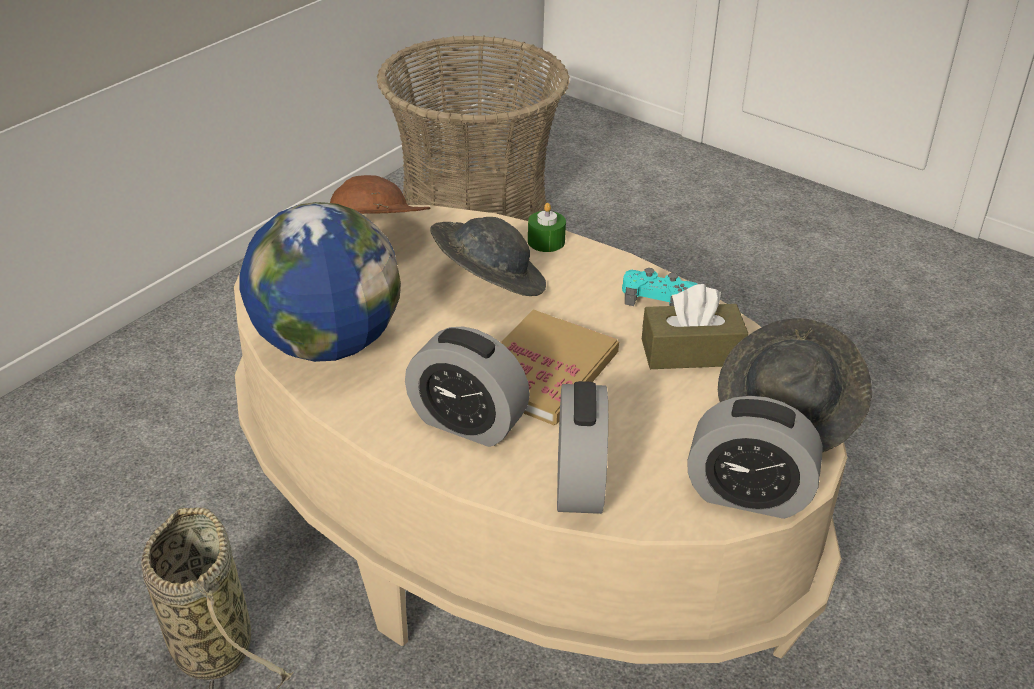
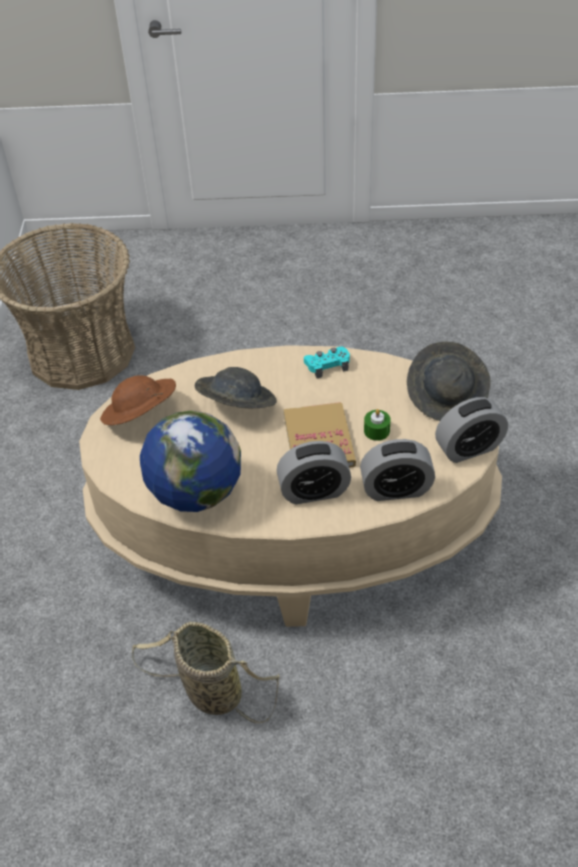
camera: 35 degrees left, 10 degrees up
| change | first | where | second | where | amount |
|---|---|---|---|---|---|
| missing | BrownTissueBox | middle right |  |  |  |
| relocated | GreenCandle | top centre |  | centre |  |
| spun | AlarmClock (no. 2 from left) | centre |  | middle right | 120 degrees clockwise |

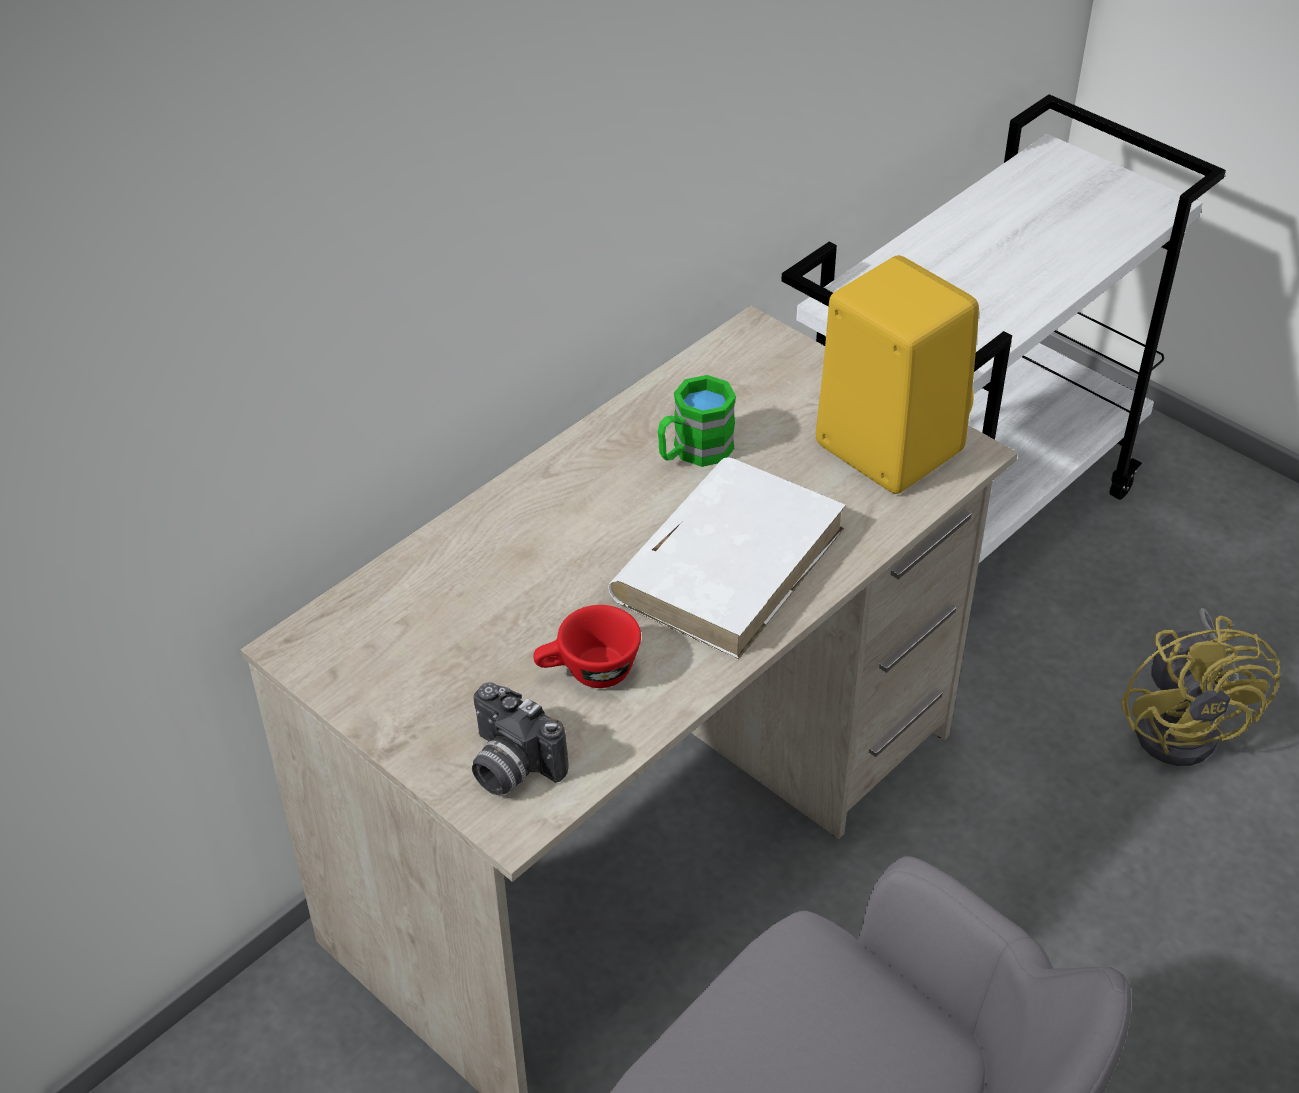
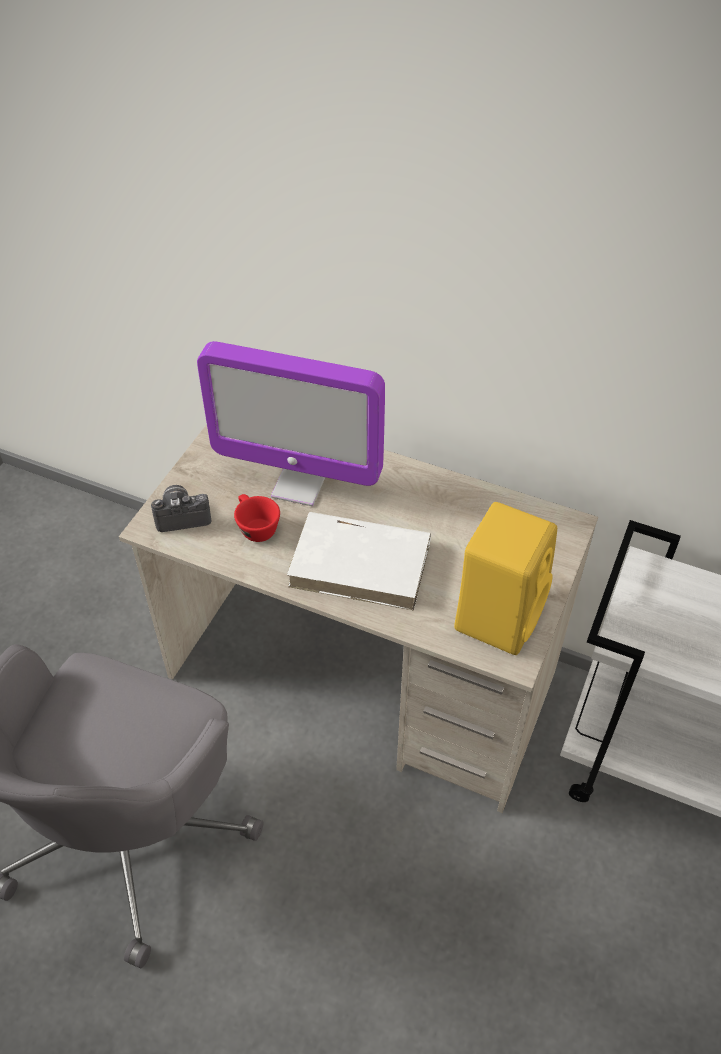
camera: 70 degrees right, 5 degrees up
| change | first | where | second | where | amount |
|---|---|---|---|---|---|
| missing | GreenMug | centre |  |  |  |
| missing | YellowFan | middle right |  |  |  |
| appeared |  |  | Monitor | centre |  |
| spun | PhotoCamera | bottom centre |  | middle left | 60 degrees clockwise |

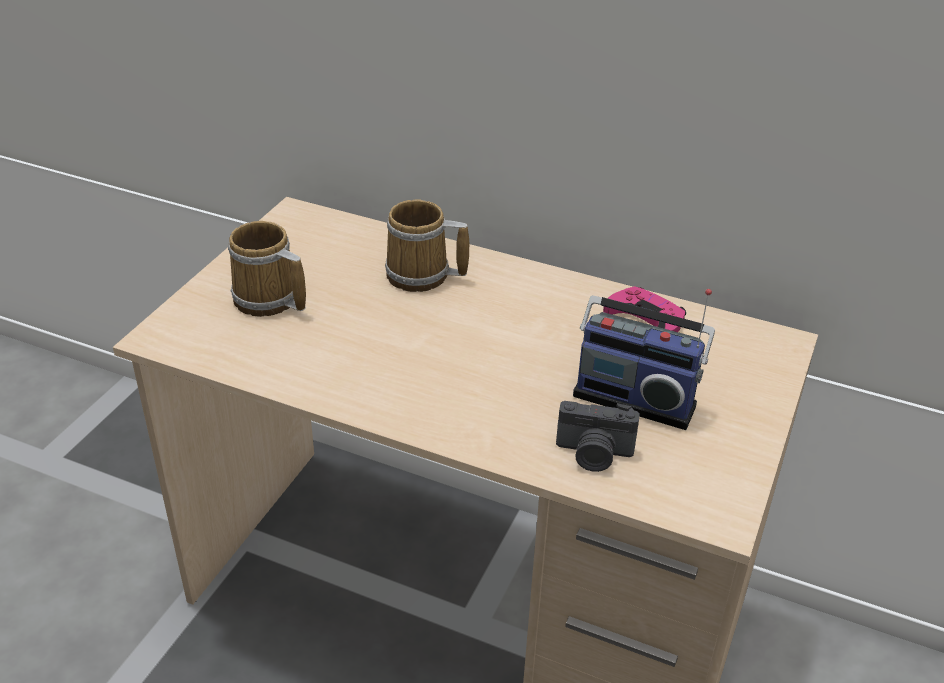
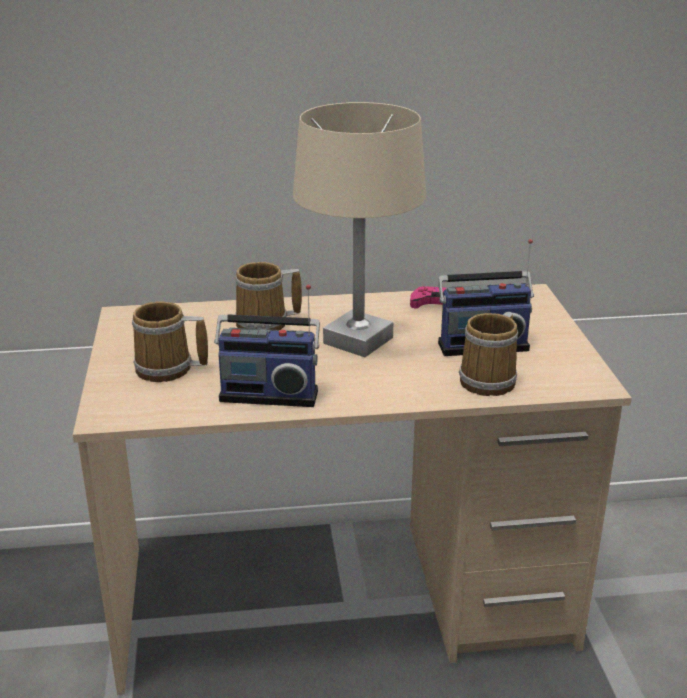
camera: 30 degrees left, 10 degrees down
| change | first | where | second | where | amount |
|---|---|---|---|---|---|
| appeared |  |  | Radio (no. 1 from left) | centre |  |
| appeared |  |  | BeigeTableLamp | top centre |  |
| exchanged | PhotoCamera | centre | Mug (no. 3 from left) | middle right |  |

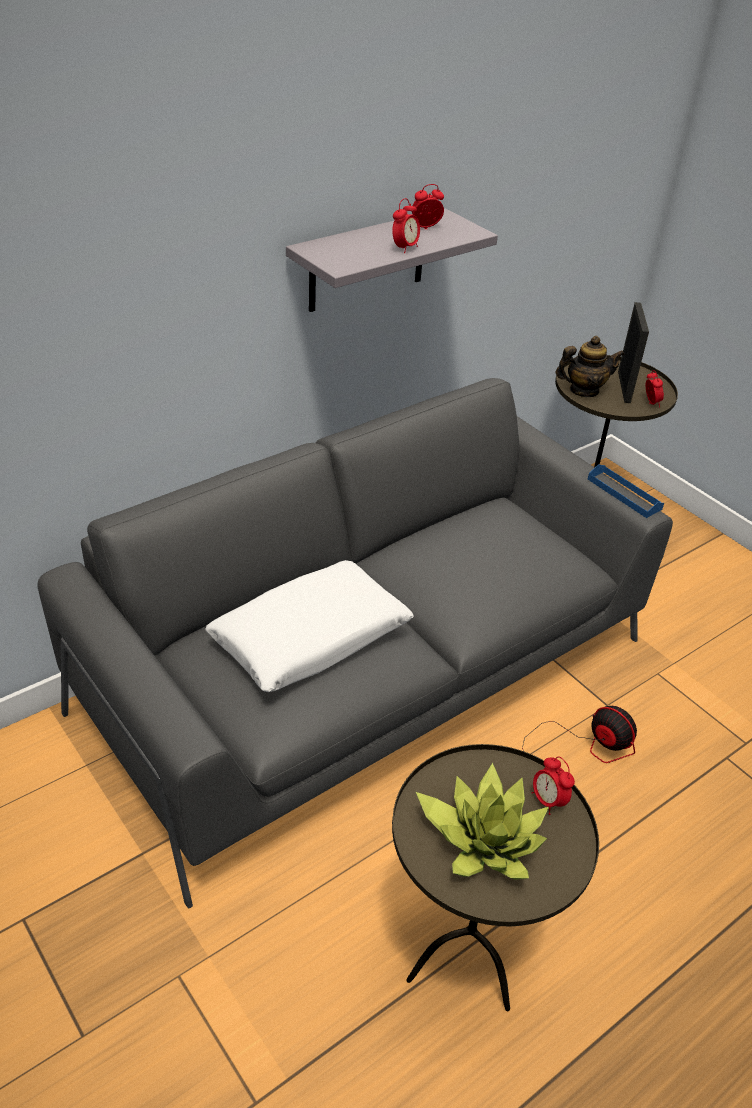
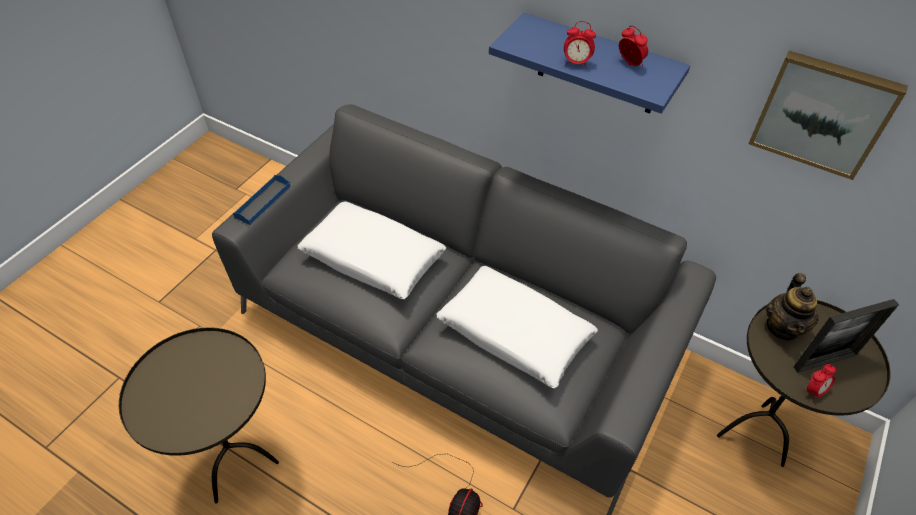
camera: 70 degrees right, 10 degrees up
| change | first | where | second | where | amount |
|---|---|---|---|---|---|
| missing | PottedPlant | bottom centre |  |  |  |
| missing | AlarmClock (no. 3 from left) | bottom right |  |  |  |
| appeared |  |  | WhitePillow (no. 2 from left) | centre |  |
| appeared |  |  | Picture | top right |  |
| relocated | BlueTray | middle right |  | middle left |  |
| colour | GreyShelf | top centre | BlueShelf | top centre |  |
| spun | Teapot | top right |  | middle right | 45 degrees clockwise |

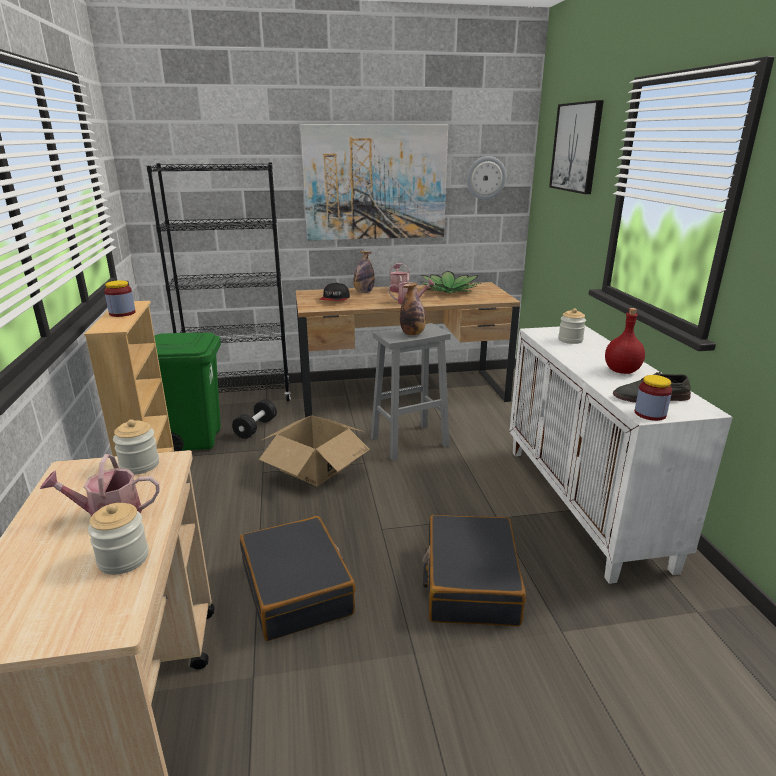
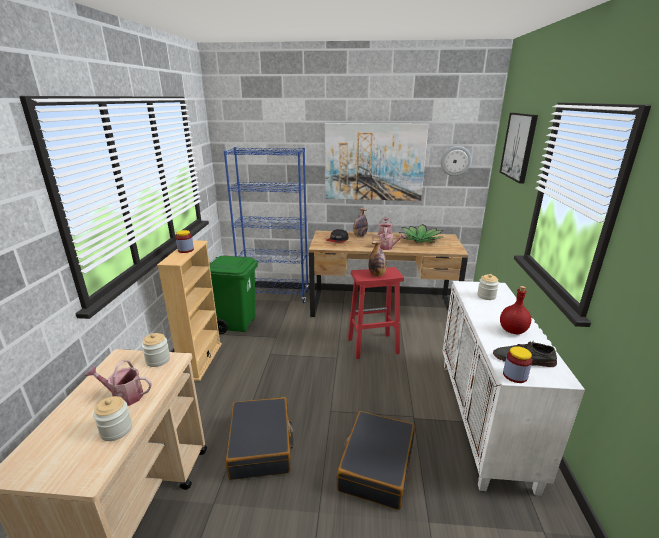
camera: 15 degrees right, 0 degrees up
| change | first | where | second | where | amount |
|---|---|---|---|---|---|
| missing | BlackDumbbell | middle left |  |  |  |
| missing | CardboardBox | centre |  |  |  |
| colour | BlackBookcase | middle left | BlueBookcase | centre |  |
| colour | GreyStool | centre | RedStool | centre |  |

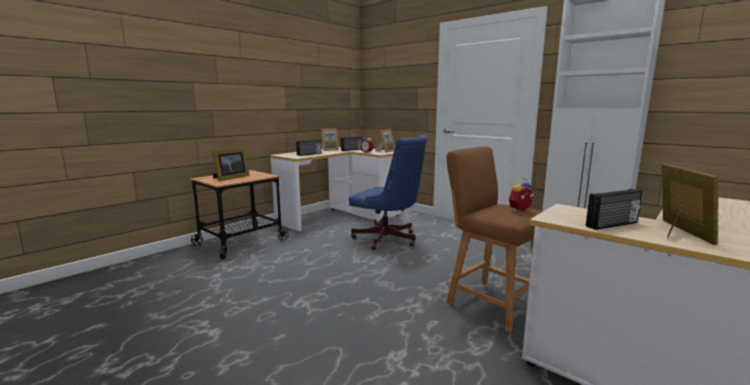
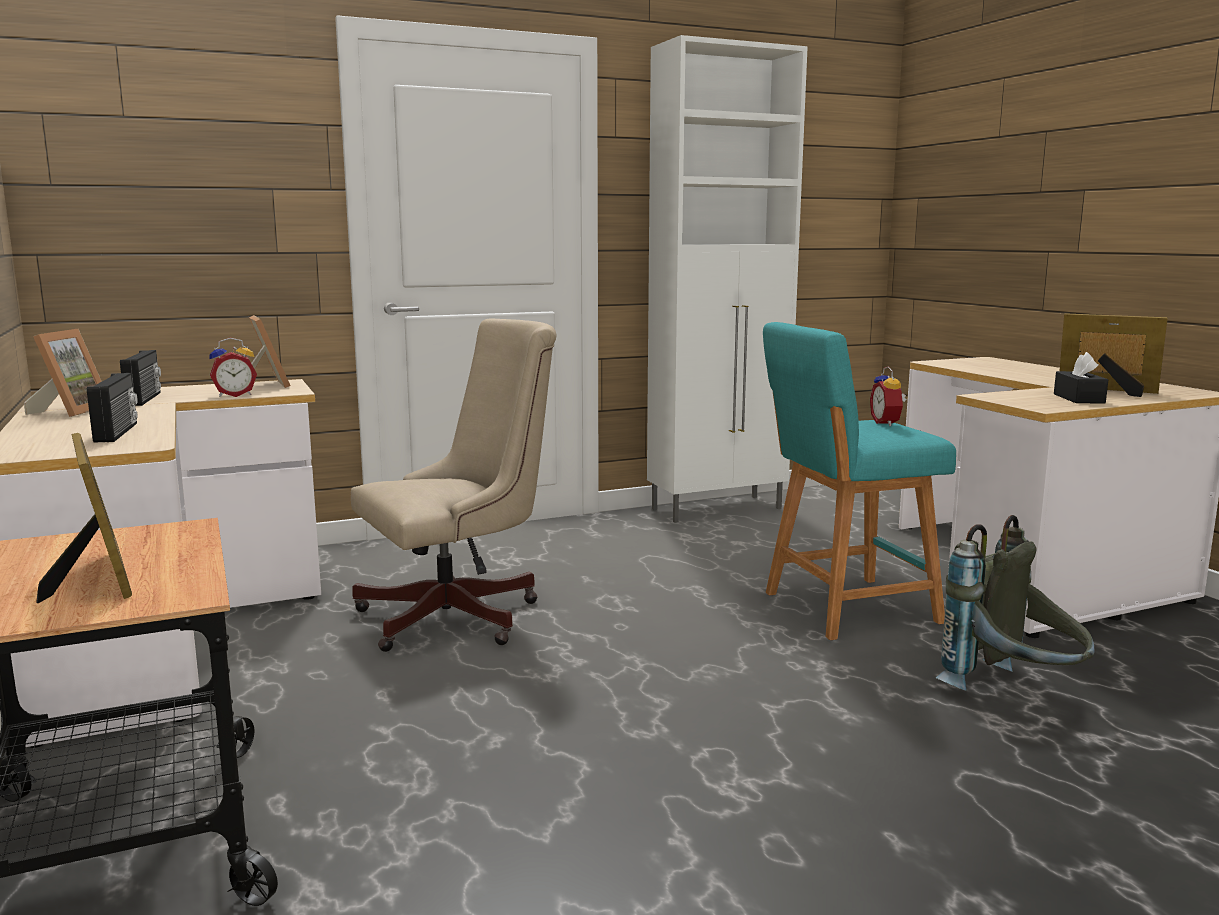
camera: 65 degrees left, 0 degrees up
| change | first | where | second | where | amount |
|---|---|---|---|---|---|
| appeared |  |  | GreyBackpack | middle right |  |
| exchanged | Radio (no. 3 from left) | middle right | BlackTissueBox | middle right |  |
| colour | BlueOfficeChair | centre | BeigeOfficeChair | centre |  |
| colour | BrownStool | centre | TurquoiseStool | middle right |  |

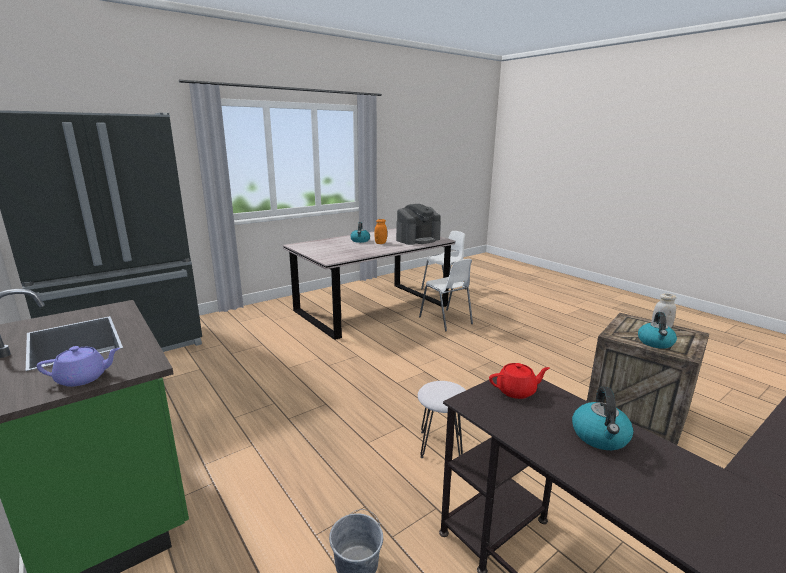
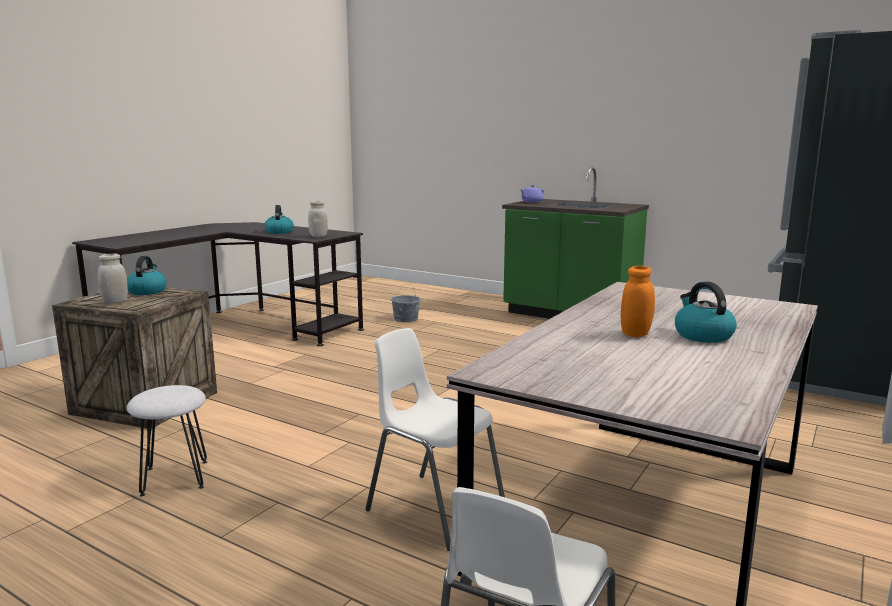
camera: 160 degrees right, 5 degrees down
| change | first | where | second | where | amount |
|---|---|---|---|---|---|
| missing | CoffeeMachine | centre |  |  |  |
| relocated | WhiteStool | bottom centre |  | bottom left |  |
| exchanged | RedTeapot | centre | WhiteJar (no. 2 from left) | centre |  |

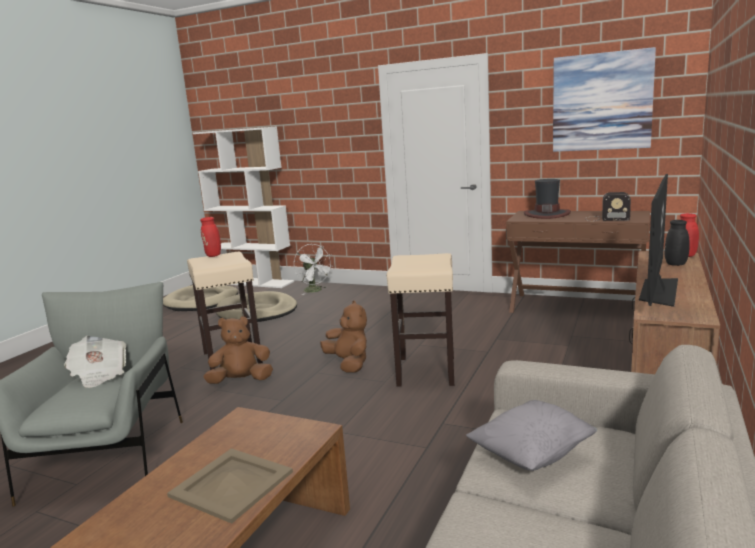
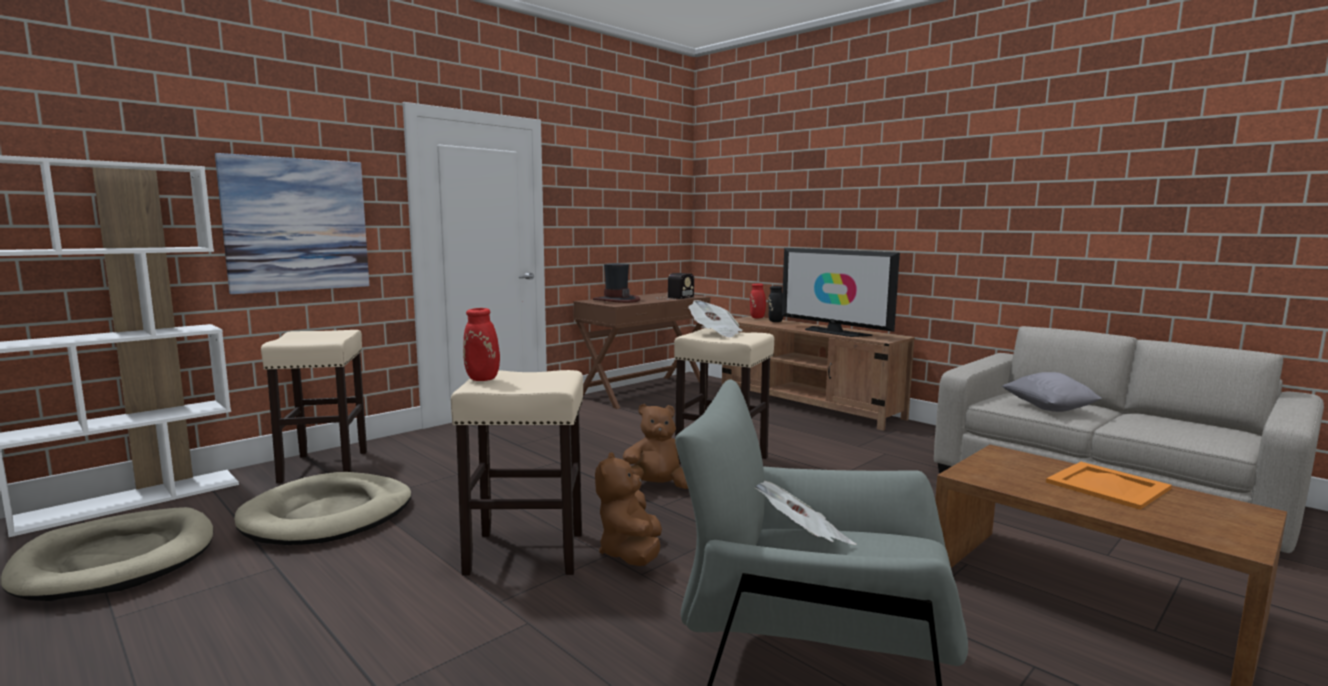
camera: 70 degrees left, 5 degrees down
| change | first | where | second | where | amount |
|---|---|---|---|---|---|
| appeared |  |  | Newspaper (no. 1 from left) | centre |  |
| relocated | Picture | top right |  | top left |  |
| exchanged | WhiteFan | centre | BeigeStool (no. 1 from left) | middle left |  |
| colour | BeigeTray | bottom left | OrangeTray | bottom right |  |

